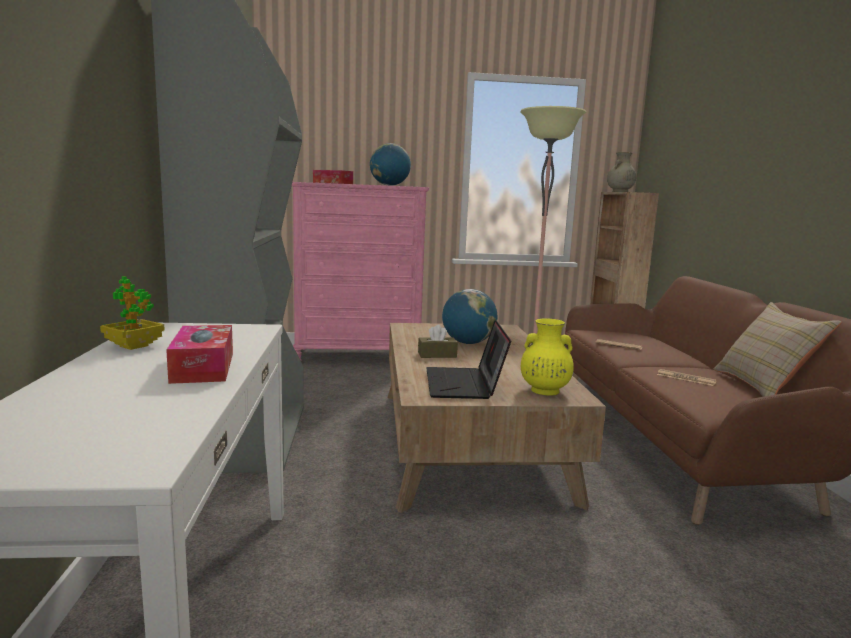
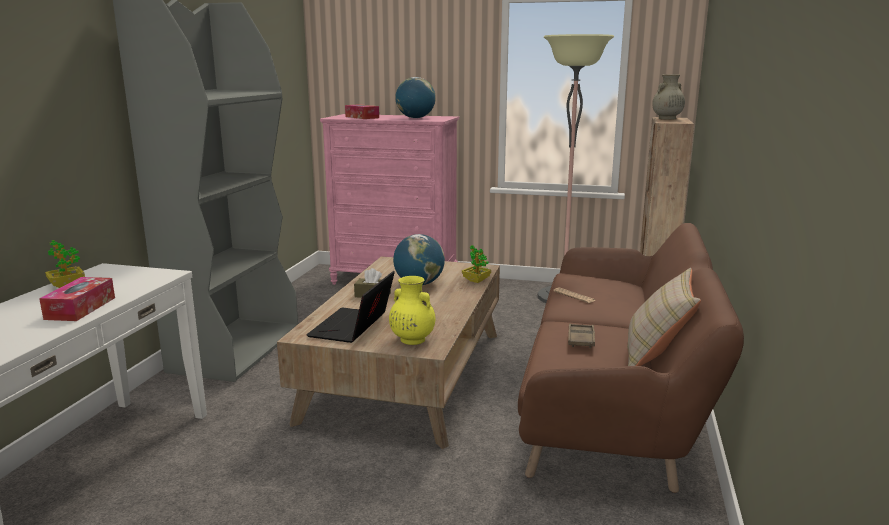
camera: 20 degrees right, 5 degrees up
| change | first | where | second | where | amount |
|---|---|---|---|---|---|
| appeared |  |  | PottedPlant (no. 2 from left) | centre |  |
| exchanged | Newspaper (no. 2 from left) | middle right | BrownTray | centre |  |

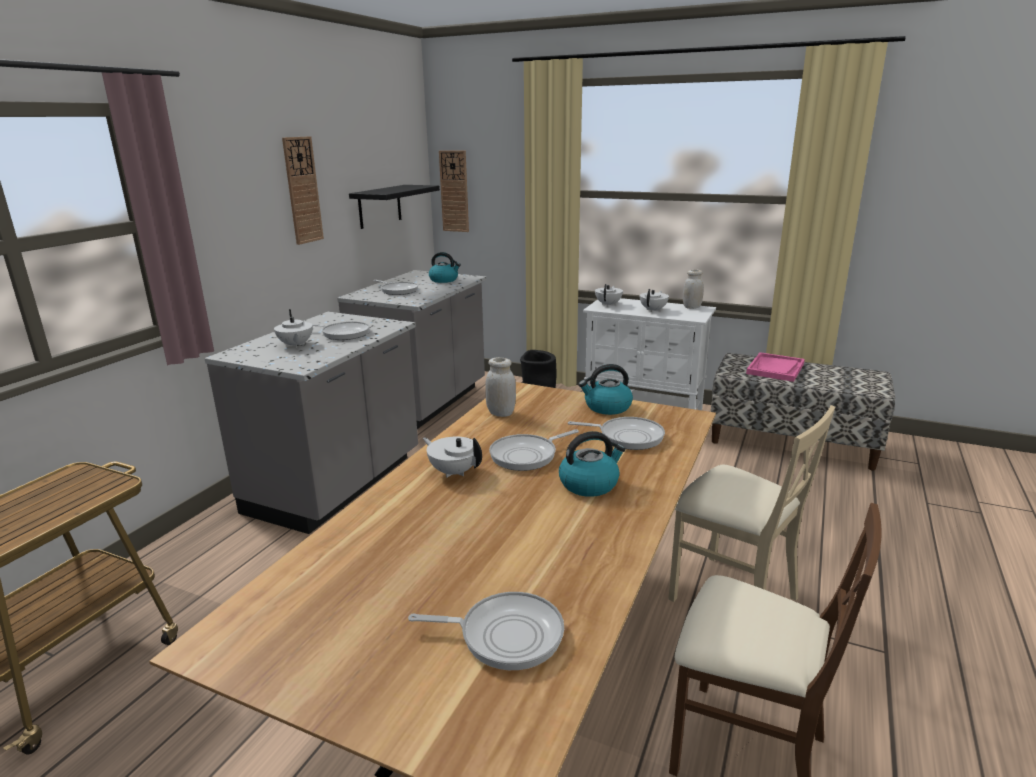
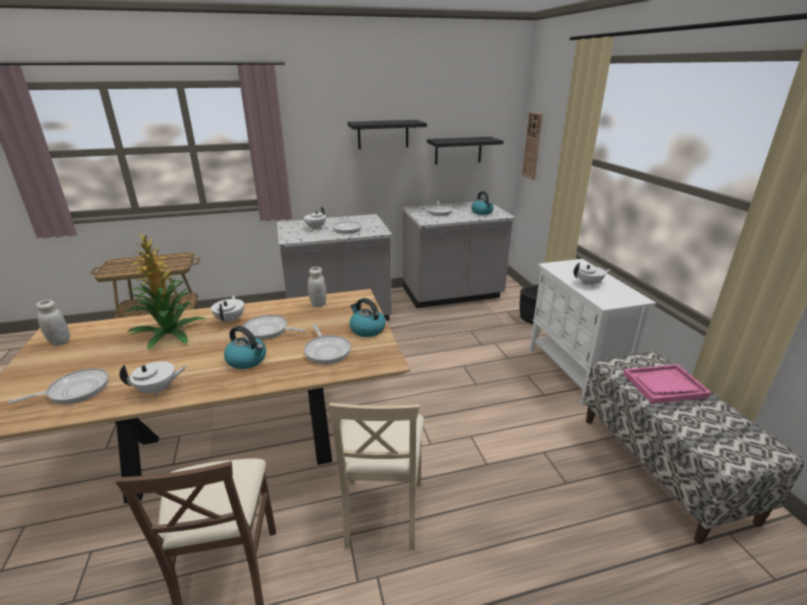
camera: 50 degrees right, 5 degrees up
| change | first | where | second | where | amount |
|---|---|---|---|---|---|
| appeared |  |  | PottedPlant | middle left |  |
| relocated | WhiteTeapot (no. 3 from left in the first image) | centre | WhiteTeapot (no. 1 from left) | middle left |  |
| relocated | WhiteJar (no. 2 from left in the first image) | middle right | WhiteJar (no. 1 from left) | middle left |  |
| exchanged | WallClock (no. 1 from left) | top left | BlackShelf (no. 1 from left) | top centre |  |
| spun | FryingPan (no. 3 from left in the first image) | bottom centre | FryingPan (no. 1 from left) | middle left | 90 degrees counterclockwise |

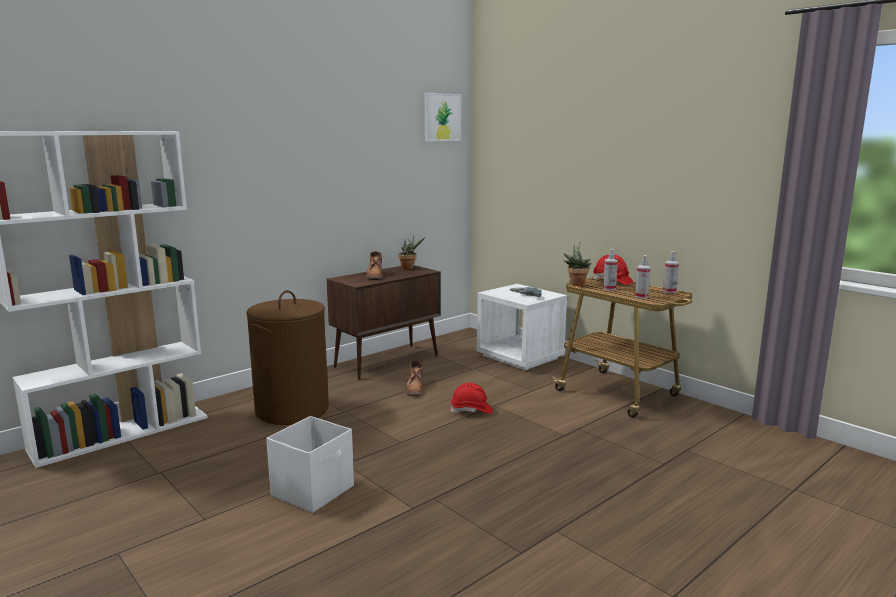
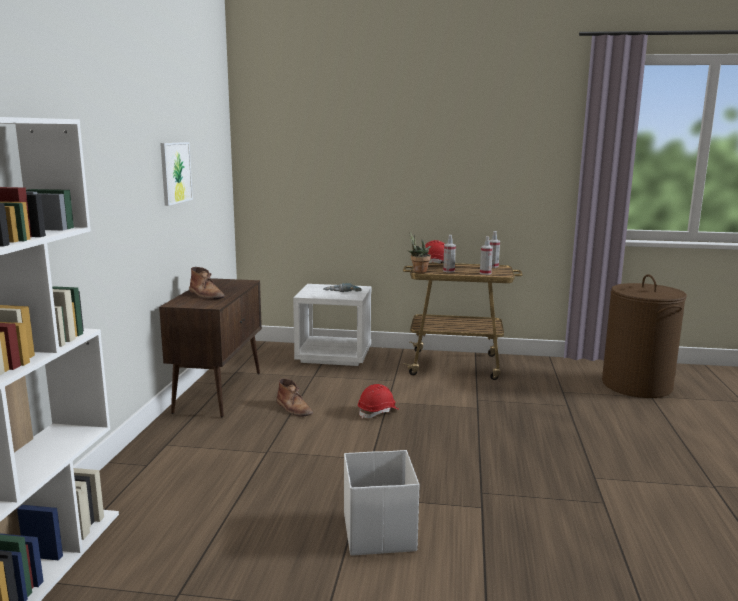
camera: 40 degrees left, 0 degrees up
| change | first | where | second | where | amount |
|---|---|---|---|---|---|
| missing | PottedPlant (no. 1 from left) | centre |  |  |  |
| relocated | BrownLaundryBasket | middle left |  | middle right |  |
| relocated | Picture | top centre |  | top left |  |

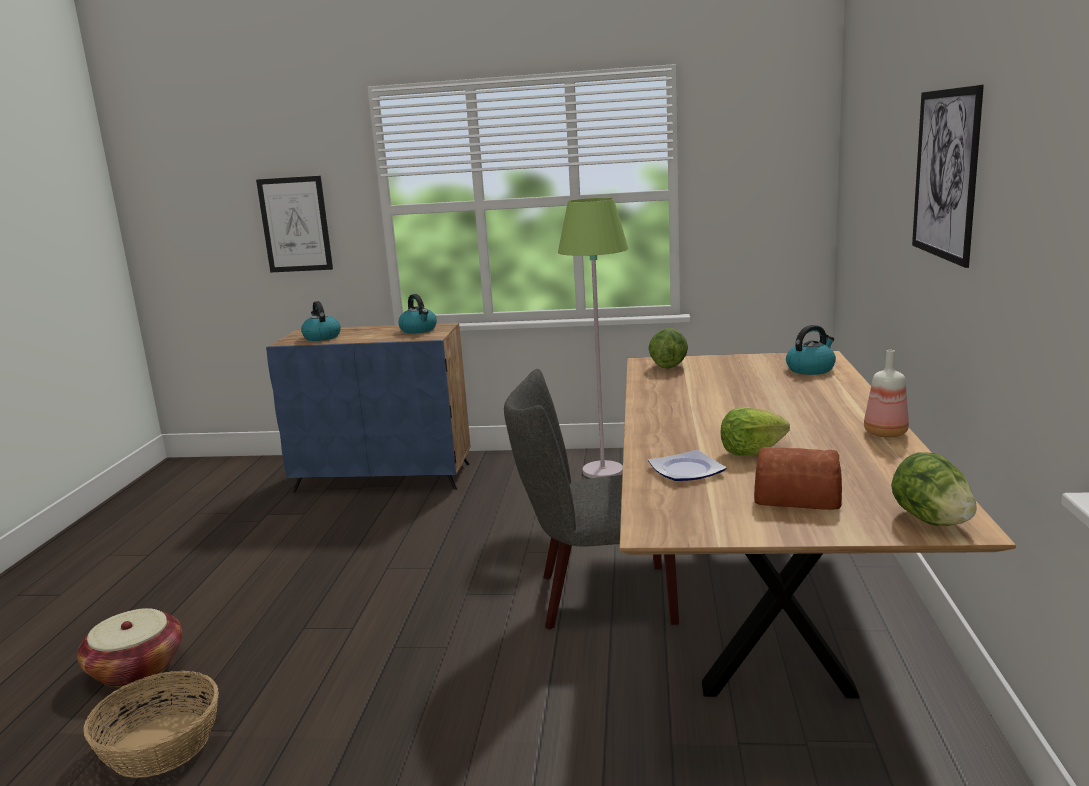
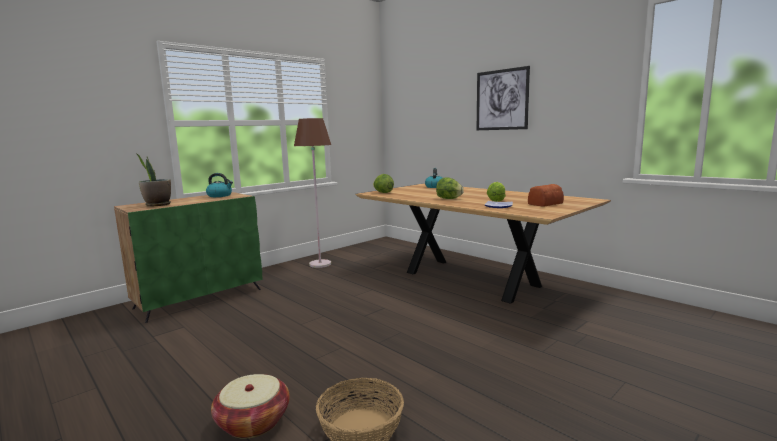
camera: 50 degrees left, 5 degrees down
| change | first | where | second | where | amount |
|---|---|---|---|---|---|
| missing | Picture (no. 1 from left) | top left |  |  |  |
| missing | GreyChair | centre |  |  |  |
| missing | Bottle | middle right |  |  |  |
| relocated | Lettuce (no. 3 from left in the first image) | middle right | Lettuce (no. 2 from left) | centre |  |
| exchanged | Kettle (no. 1 from left) | middle left | PottedPlant | middle left |  |
| colour | BlueCabinet | centre | GreenCabinet | middle left |  |
| colour | GreenFloorLamp | centre | BrownFloorLamp | centre |  |

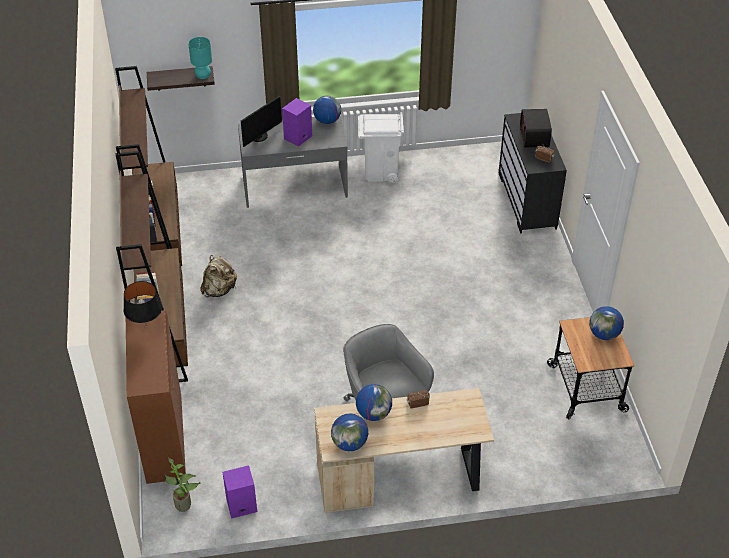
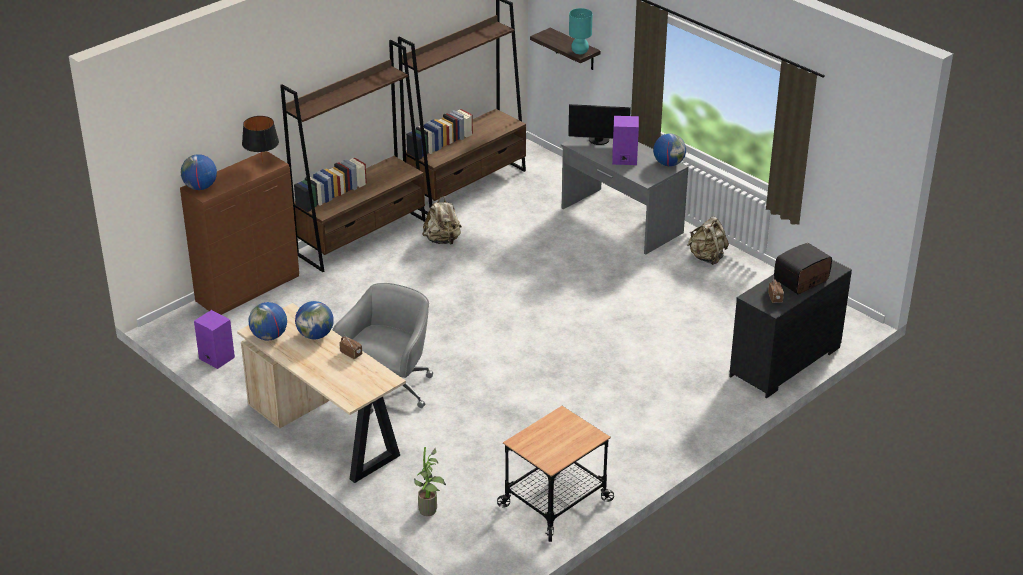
camera: 55 degrees right, 10 degrees down
| change | first | where | second | where | amount |
|---|---|---|---|---|---|
| relocated | PottedPlant | bottom left |  | bottom centre |  |
| relocated | Globe (no. 4 from left in the first image) | middle right | Globe (no. 1 from left) | top left |  |
| exchanged | WhiteTrashCan | top centre | BeigeBackpack (no. 2 from left) | middle right |  |

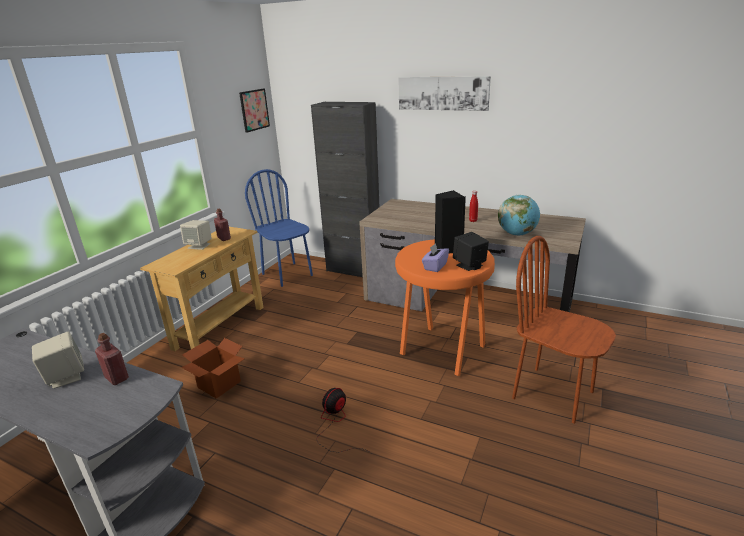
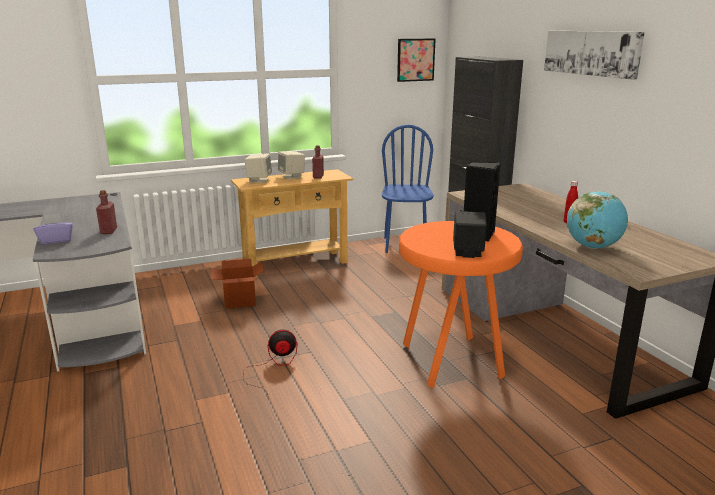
camera: 40 degrees right, 5 degrees down
| change | first | where | second | where | amount |
|---|---|---|---|---|---|
| missing | BrownChair | middle right |  |  |  |
| relocated | BeigeSpeaker (no. 1 from left) | bottom left |  | centre |  |
| relocated | PurpleTissueBox | centre |  | middle left |  |

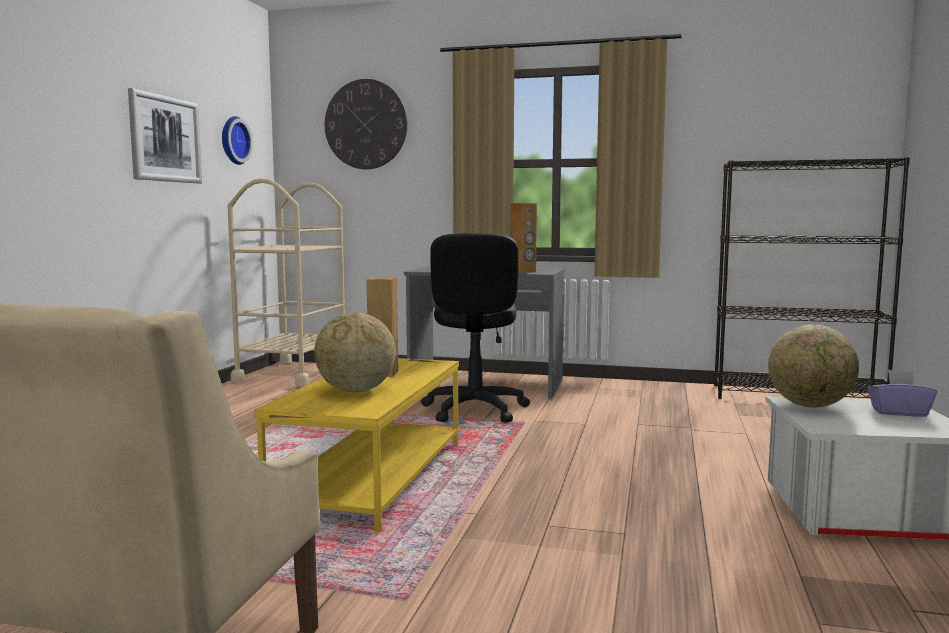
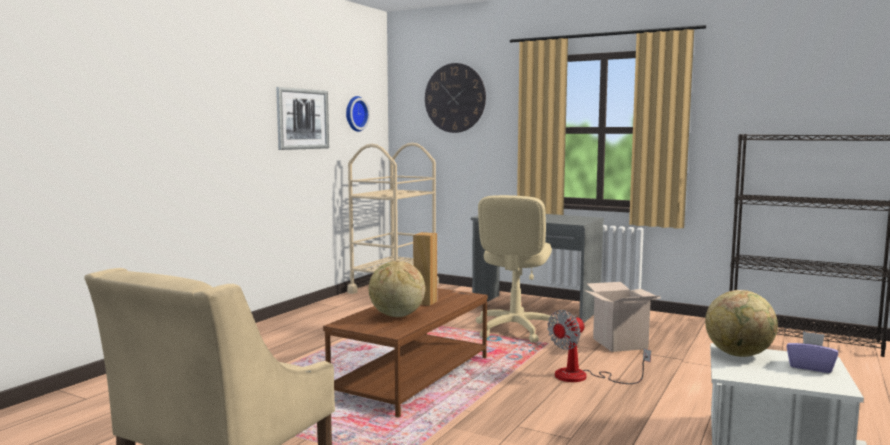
camera: 15 degrees right, 0 degrees up
| change | first | where | second | where | amount |
|---|---|---|---|---|---|
| missing | BrownSpeaker (no. 2 from left) | centre |  |  |  |
| appeared |  |  | Fan | bottom right |  |
| appeared |  |  | CardboardBox | bottom right |  |
| colour | YellowCoffeeTable | bottom centre | BrownCoffeeTable | bottom centre |  |
| colour | BlackOfficeChair | centre | BeigeOfficeChair | centre |  |

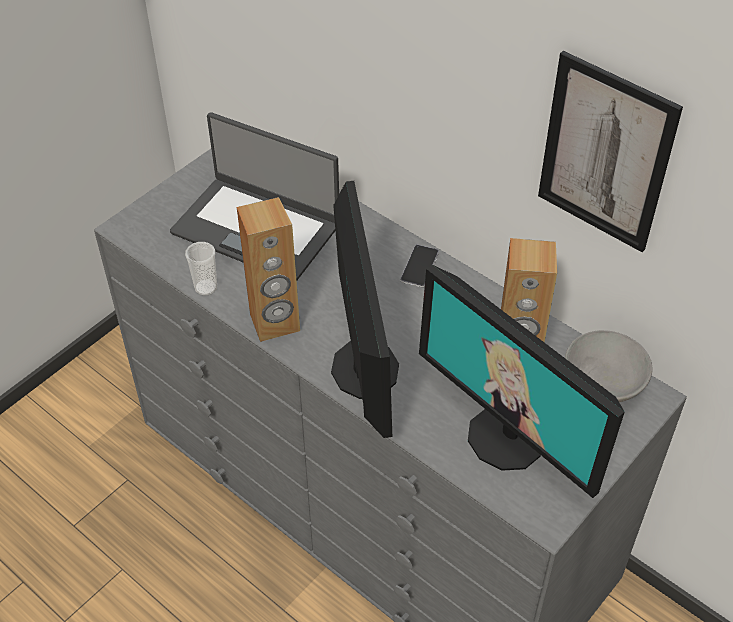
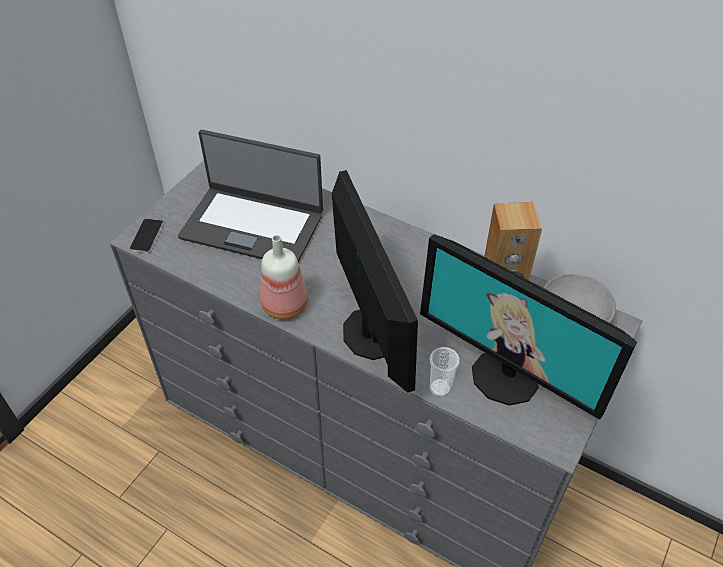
camera: 10 degrees left, 0 degrees up
| change | first | where | second | where | amount |
|---|---|---|---|---|---|
| missing | Picture | top right |  |  |  |
| relocated | Cup | middle left |  | centre |  |
| relocated | Phone | centre |  | middle left |  |
| exchanged | BrownSpeaker (no. 1 from left) | centre | Bottle | centre |  |

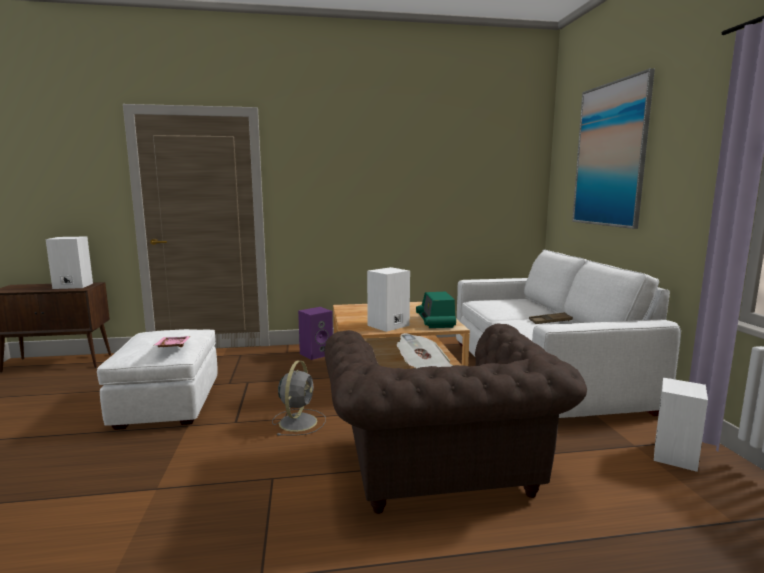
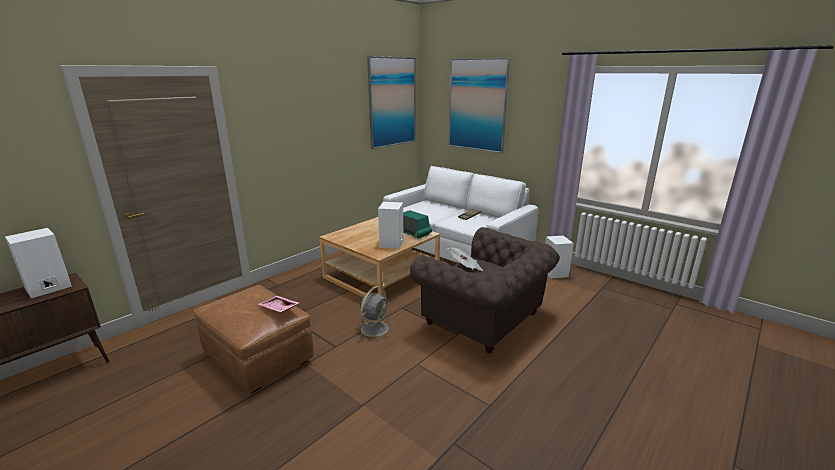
camera: 40 degrees left, 10 degrees up
| change | first | where | second | where | amount |
|---|---|---|---|---|---|
| missing | PurpleSpeaker | centre |  |  |  |
| appeared |  |  | Picture (no. 1 from left) | top centre |  |
| colour | WhiteOttoman | middle left | BrownOttoman | bottom left |  |
| spun | GreyFan | bottom centre |  | centre | 60 degrees clockwise |

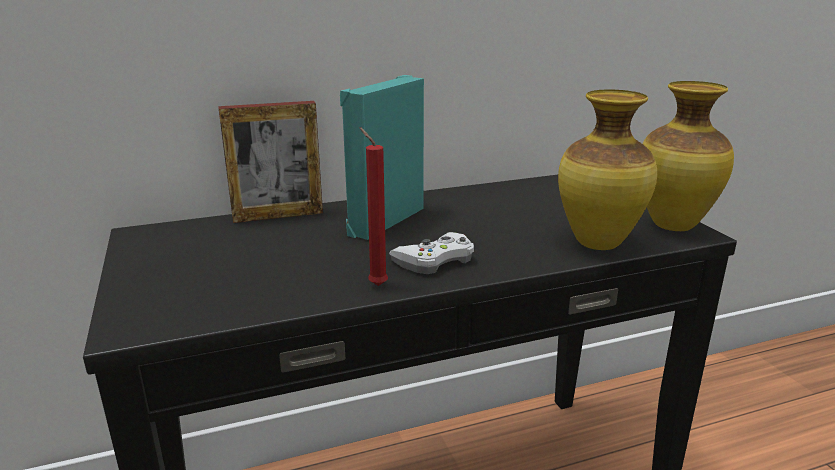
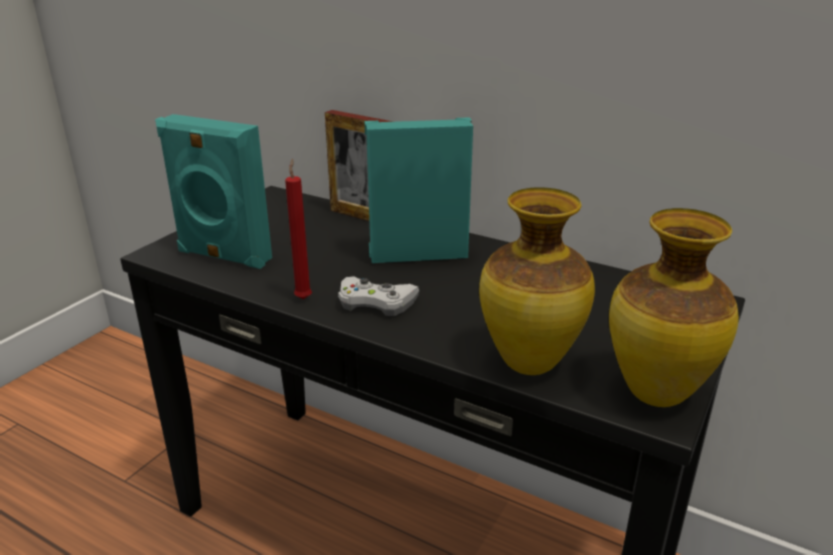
camera: 50 degrees right, 5 degrees up
| change | first | where | second | where | amount |
|---|---|---|---|---|---|
| appeared |  |  | TurquoiseSpeaker (no. 1 from left) | middle left |  |

